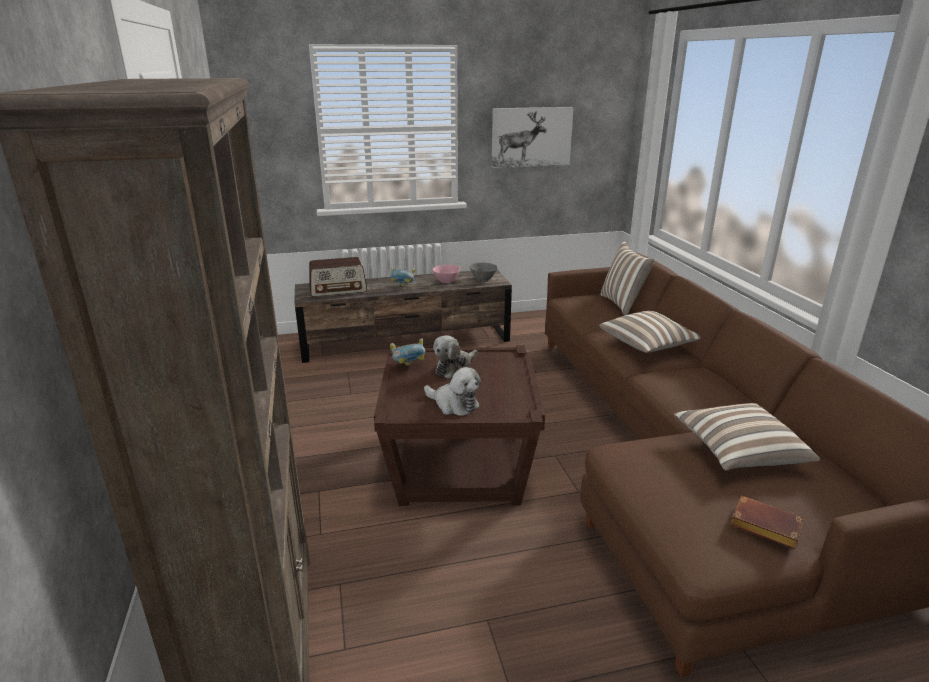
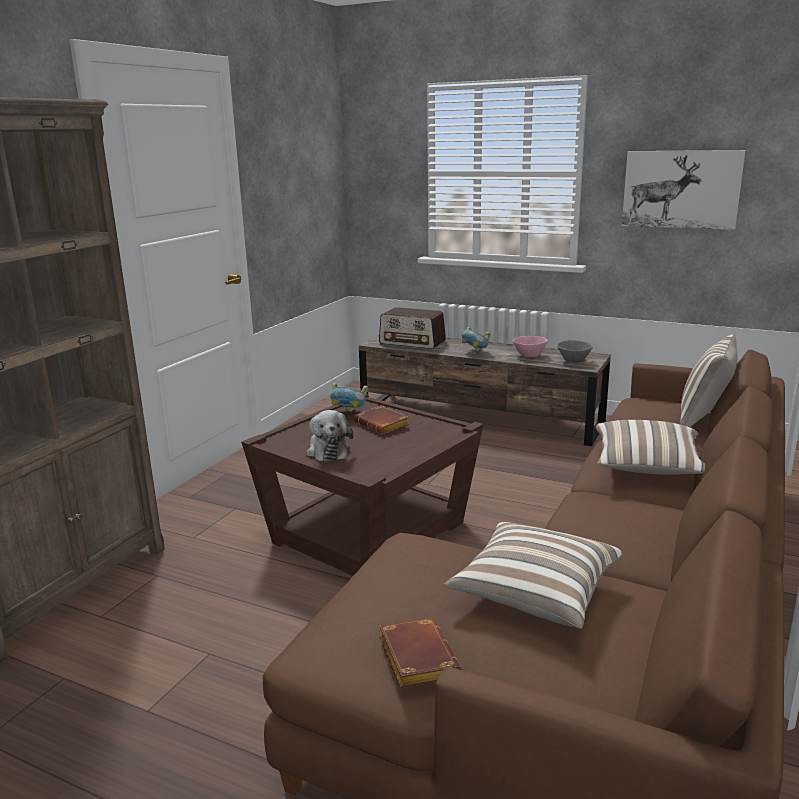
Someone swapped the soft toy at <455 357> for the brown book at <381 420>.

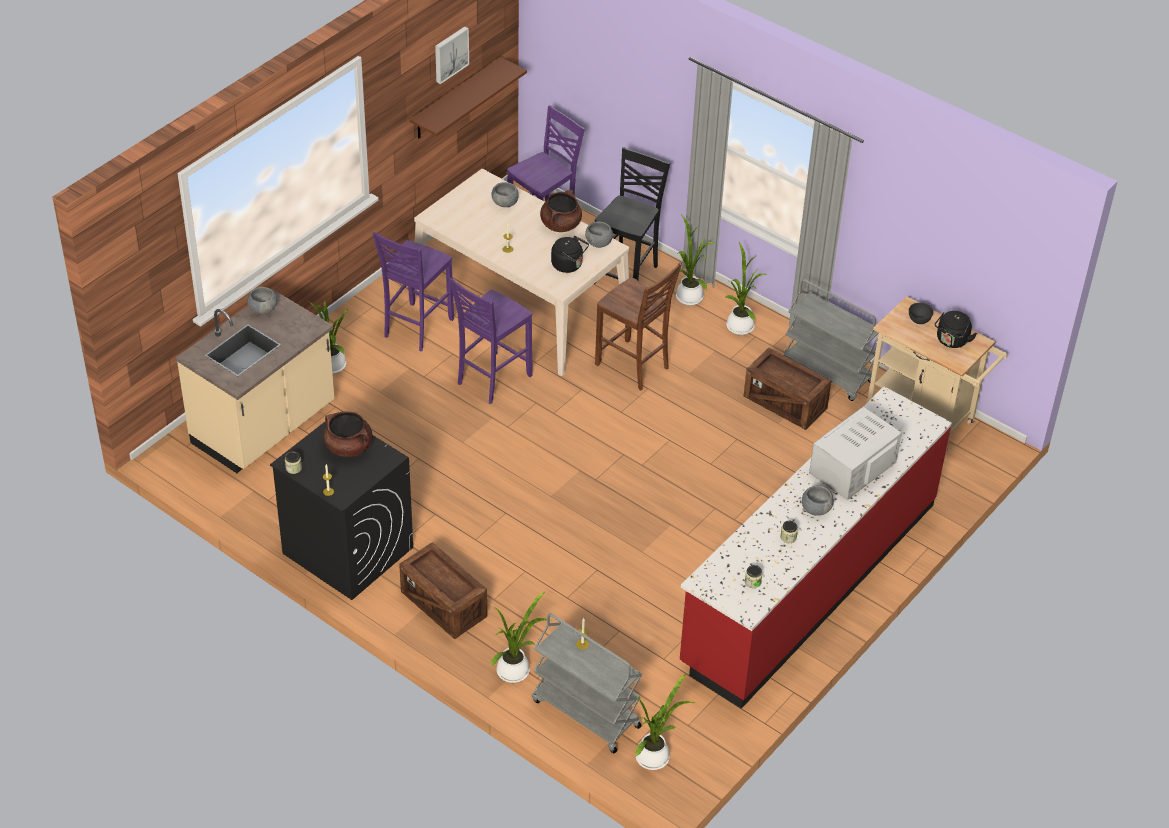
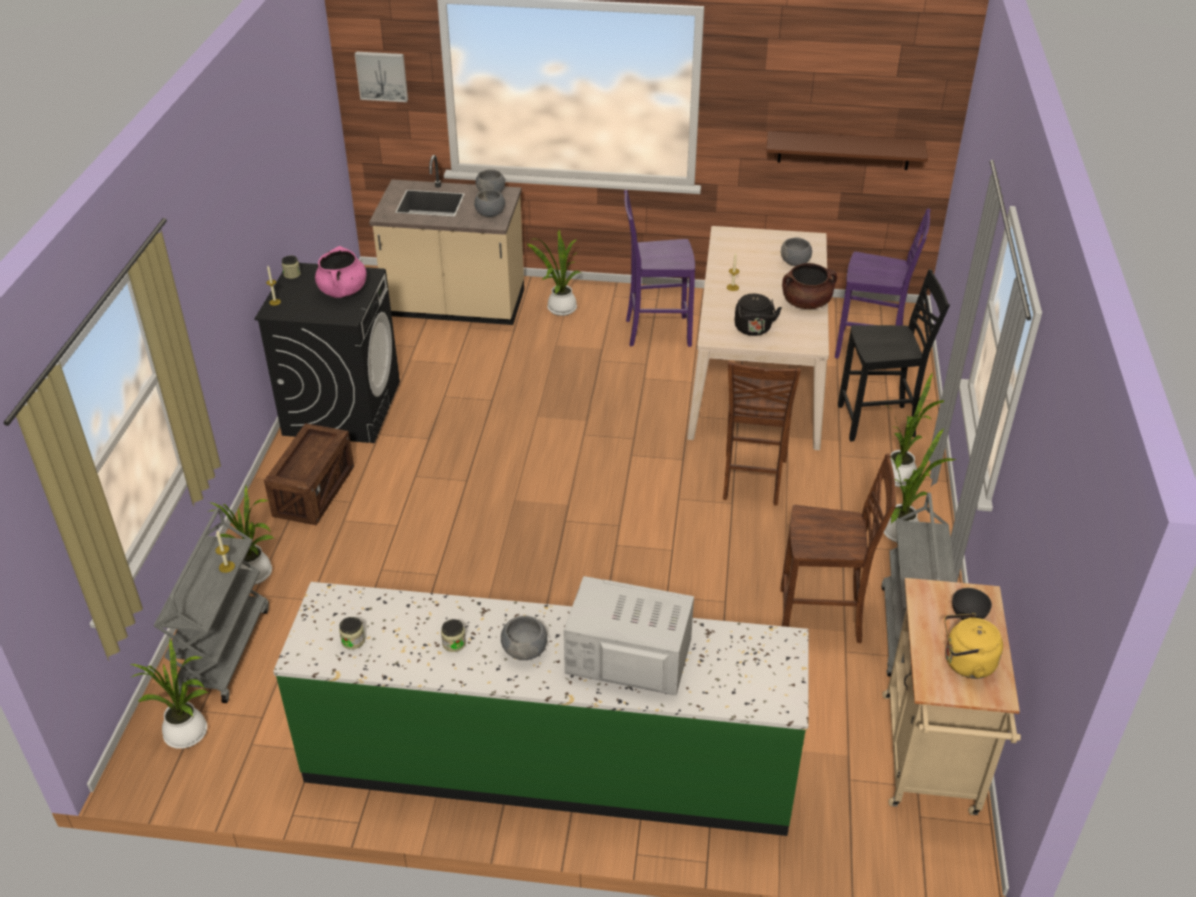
Someone repainted the brown saucepot at <347 434>, which became the pink saucepot at <341 272>.
Someone carried the wall art from <452 55> to <381 77>.
Someone took away the purple-coloured upright chair at <491 341>.
Someone carried the gray deep dish from <599 234> to <489 203>.
Someone repainted the reddish kitchen counter at <816 547>, which became the green-coloured kitchen counter at <541 709>.
Someone swapped the packing crate at <788 389> for the brown upright chair at <838 548>.
Someone repainted the black tea kettle at <956 329>, which became the yellow-coloured tea kettle at <973 646>.

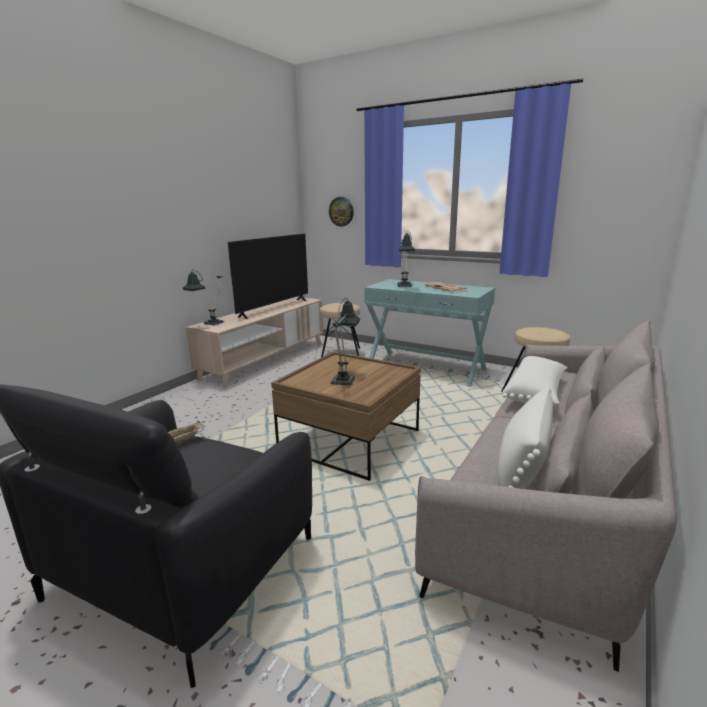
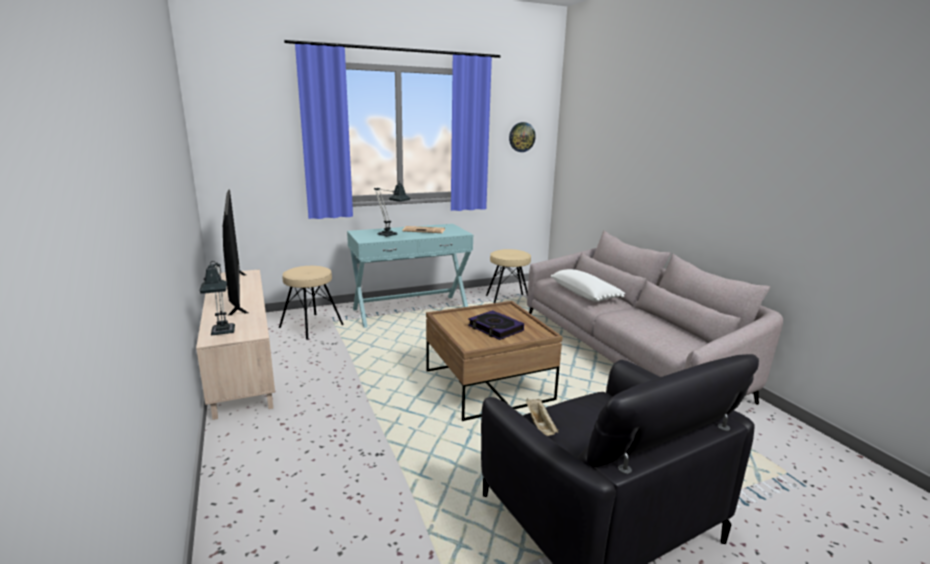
Someone carried the wall clock from <341 211> to <522 137>.
Someone swapped the table lamp at <345 342> for the book at <496 325>.
Someone took away the white cushion at <525 437>.

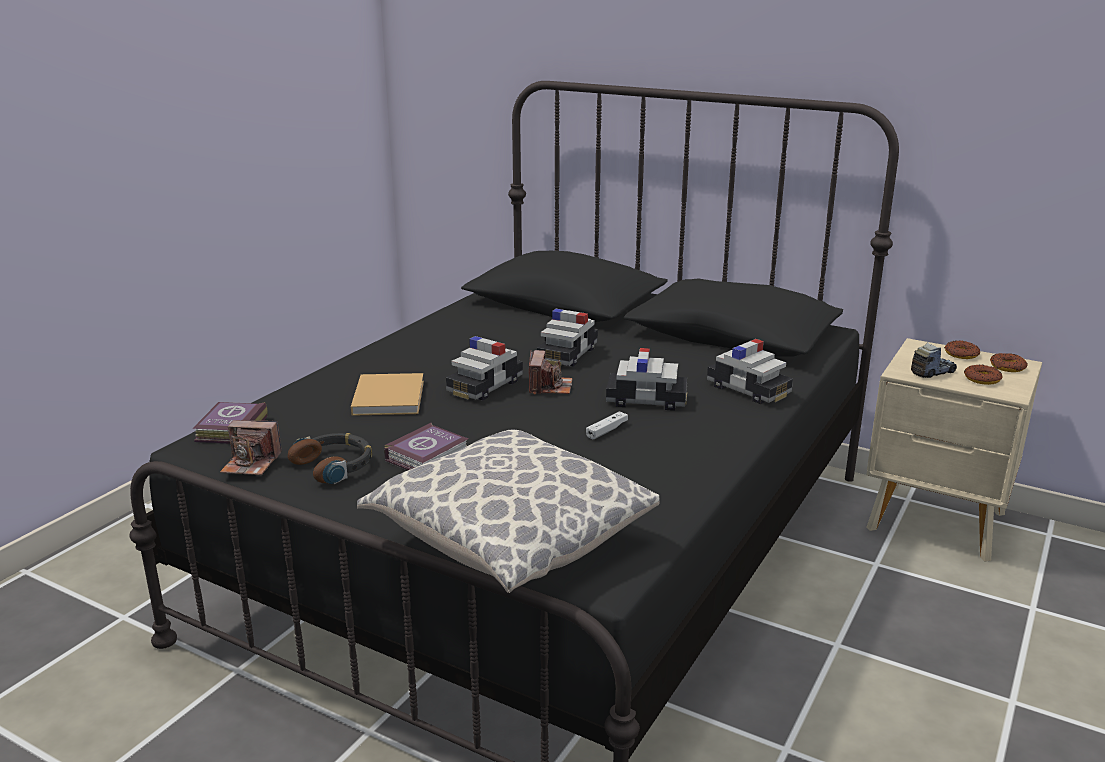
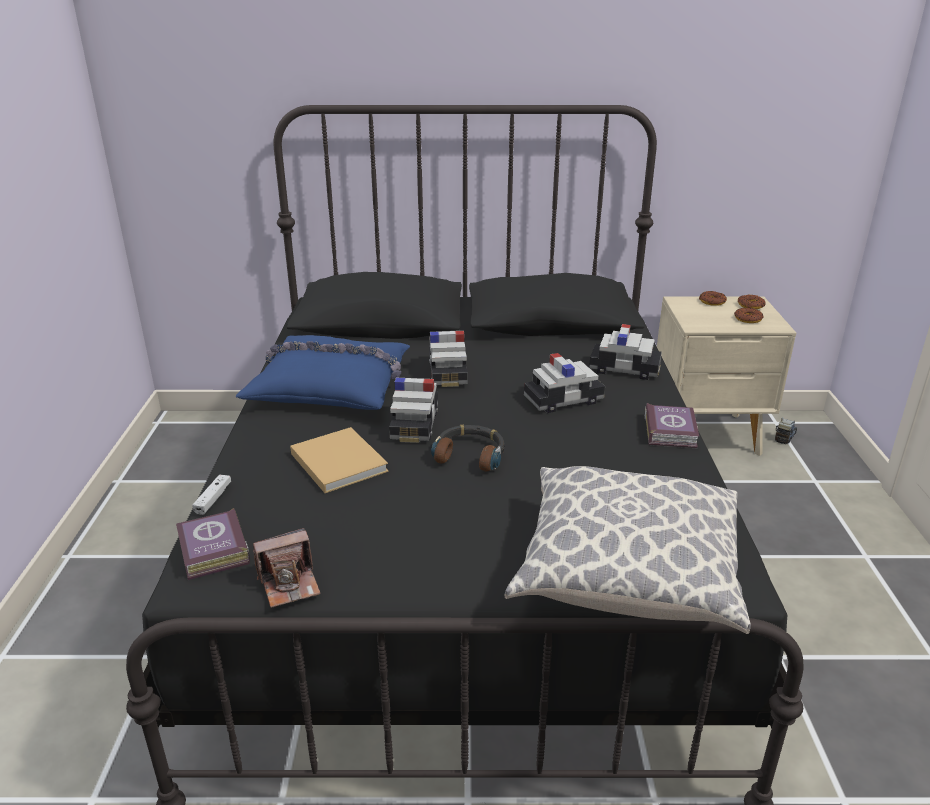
Someone carried the headset from <329 458> to <467 448>.
Someone carried the book from <426 447> to <672 426>.
Someone took away the still camera at <550 372>.
Someone carried the white joypad from <607 425> to <211 494>.
Someone carried the model truck from <934 360> to <786 431>.
Someone put down the blue cushion at <323 372>.

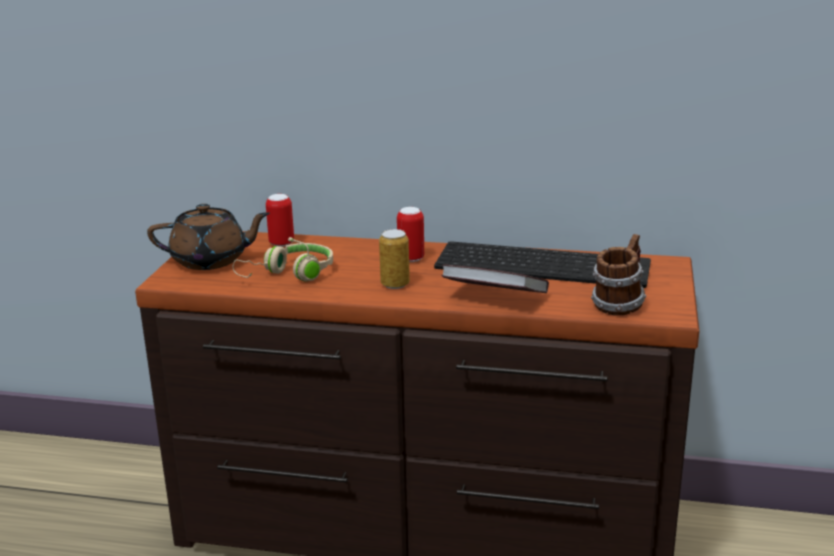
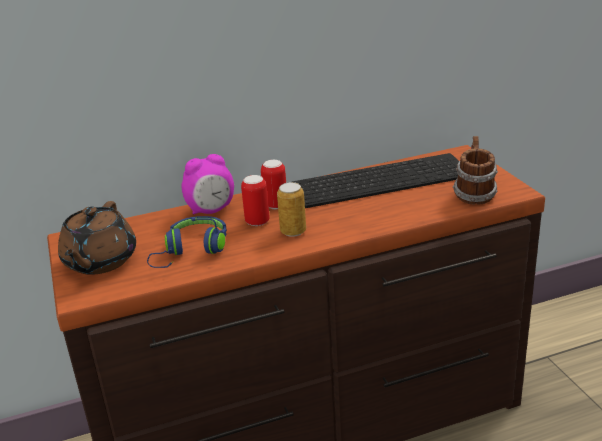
Someone rotated the brown tea pot at <208 237> by 135 degrees clockwise.
Someone repainted the beige headset at <283 259>, which became the blue headset at <187 242>.
Someone carried the metal can from <280 220> to <255 200>.
Someone took away the book at <495 278>.
Someone put down the bedside clock at <208 184>.

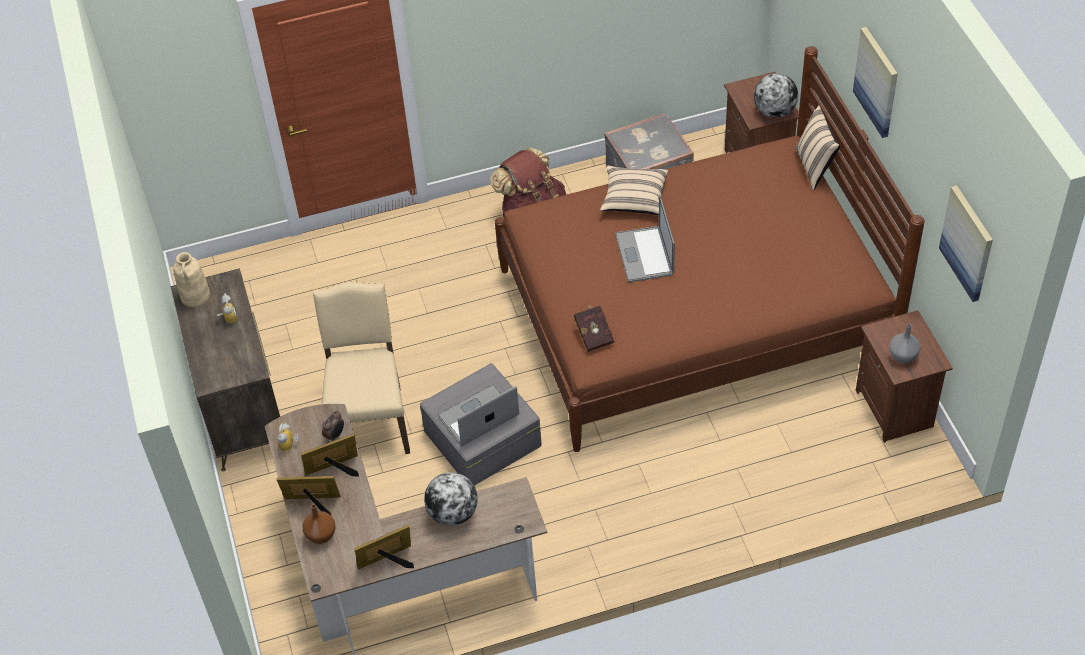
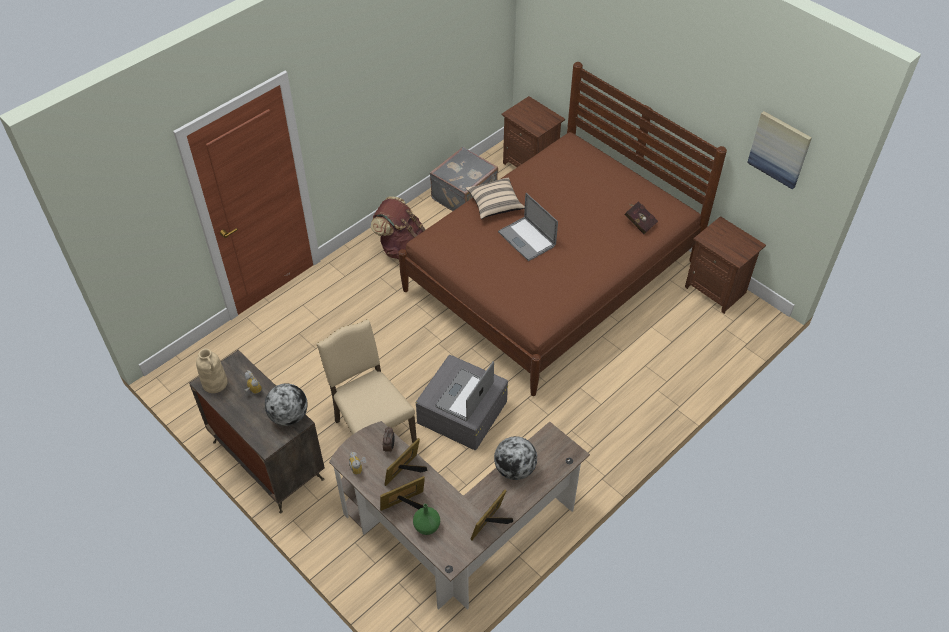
Someone repainted the brown decorative vase at <319 524>, which became the green-coloured decorative vase at <426 519>.
Someone carried the reddish book from <594 328> to <641 217>.
Someone carried the globe from <776 95> to <286 405>.
Someone took away the beige cushion at <817 148>.
Someone took away the wall art at <875 82>.
Someone took away the gray decorative vase at <904 344>.

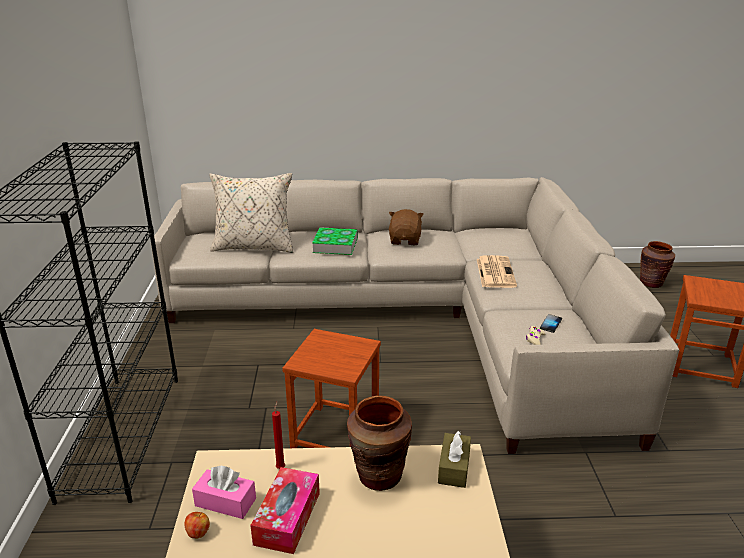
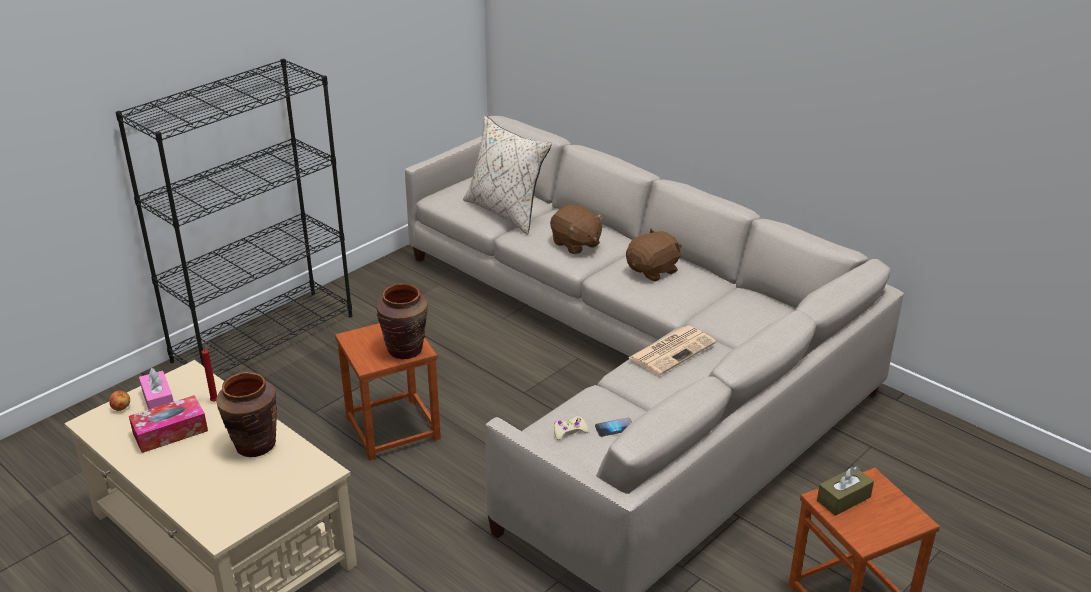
Someone swapped the book at <335 241> for the brown soft toy at <576 229>.
Someone carried the brown box of tissues from <454 459> to <845 491>.
Someone carried the brown decorative vase from <657 264> to <402 321>.

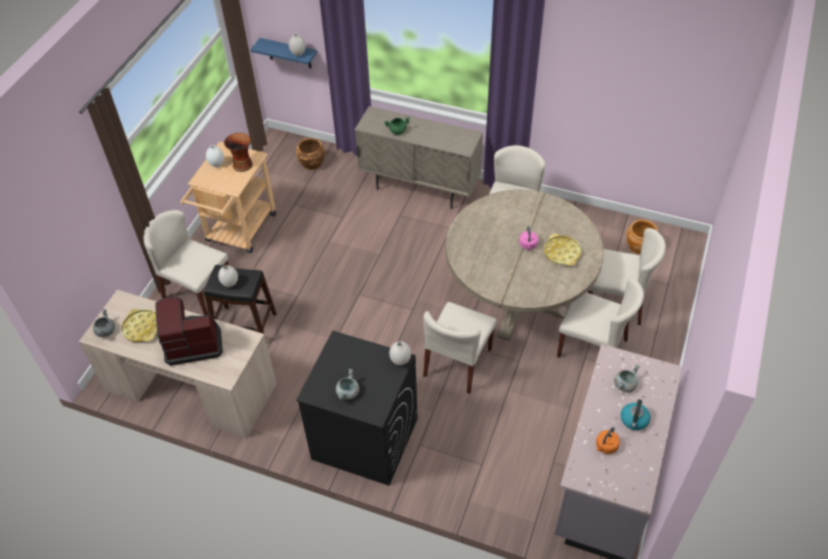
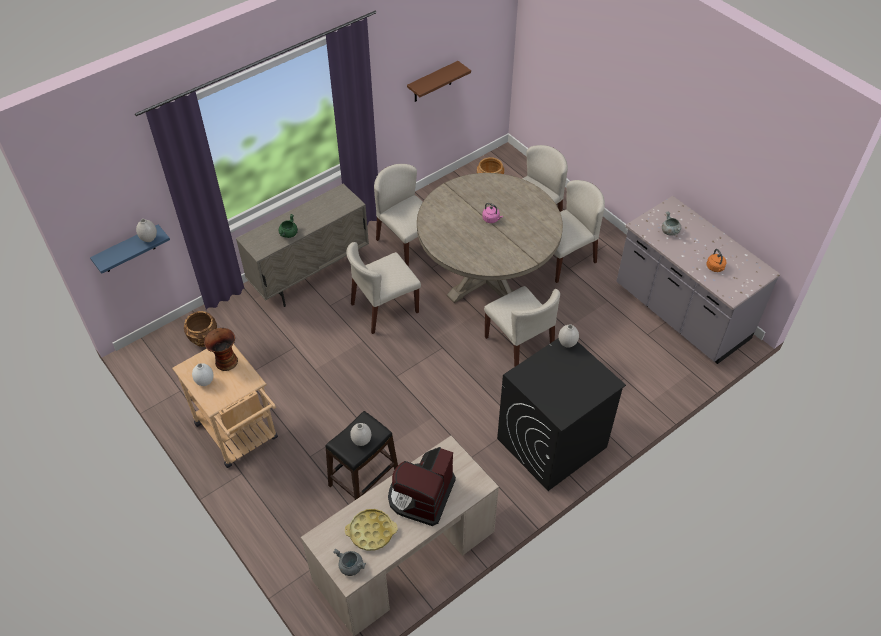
Someone carried the beige upright chair from <186 263> to <383 288>.
Someone took away the gray saucepot at <347 384>.
Someone took away the yellow-coloured serving tray at <563 250>.
Someone took away the tea kettle at <635 414>.
Someone put up the brown bracket shelf at <439 81>.

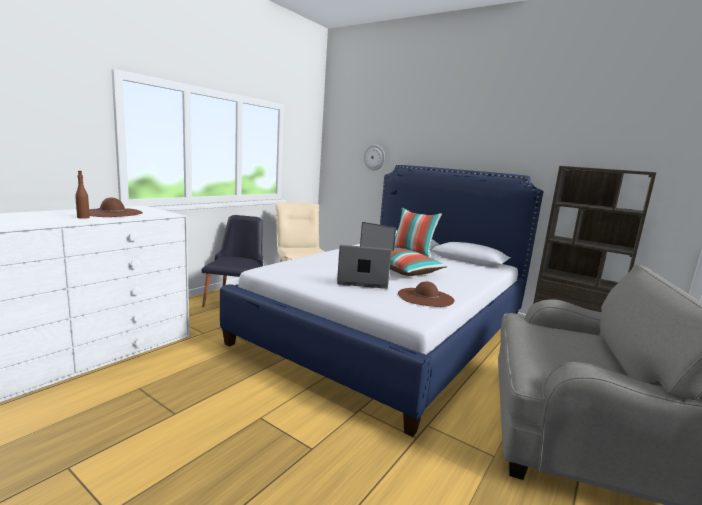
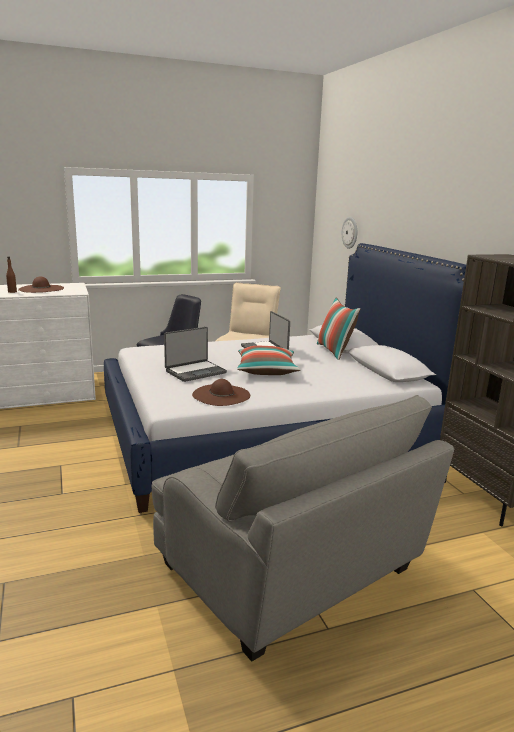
Someone rotated the portable computer at <364 267> by 105 degrees clockwise.

